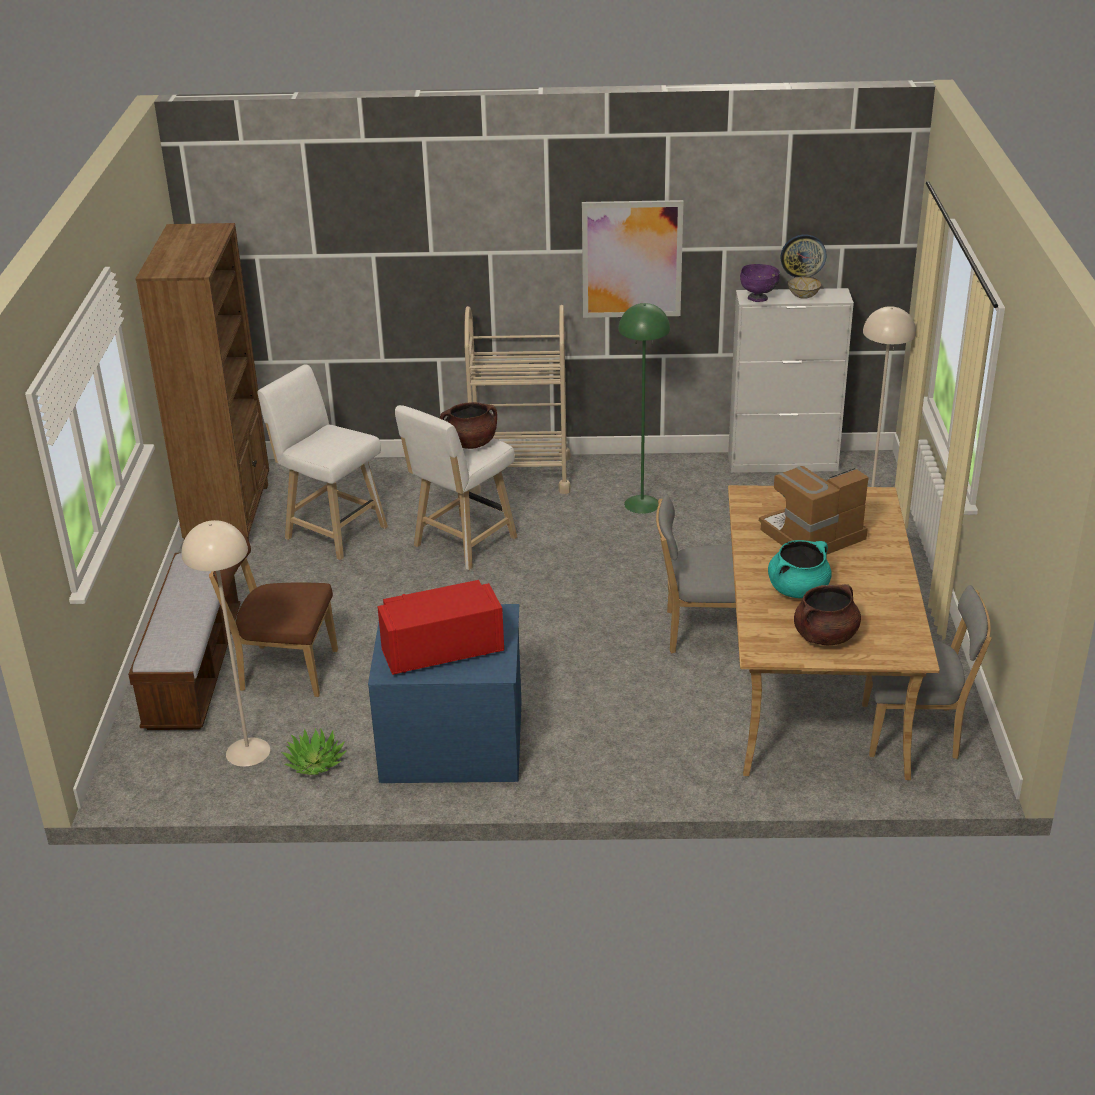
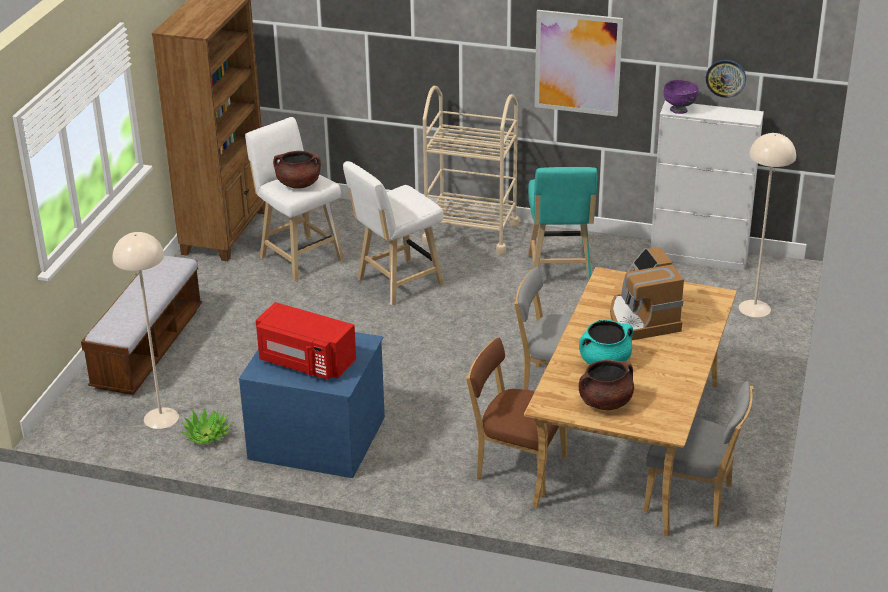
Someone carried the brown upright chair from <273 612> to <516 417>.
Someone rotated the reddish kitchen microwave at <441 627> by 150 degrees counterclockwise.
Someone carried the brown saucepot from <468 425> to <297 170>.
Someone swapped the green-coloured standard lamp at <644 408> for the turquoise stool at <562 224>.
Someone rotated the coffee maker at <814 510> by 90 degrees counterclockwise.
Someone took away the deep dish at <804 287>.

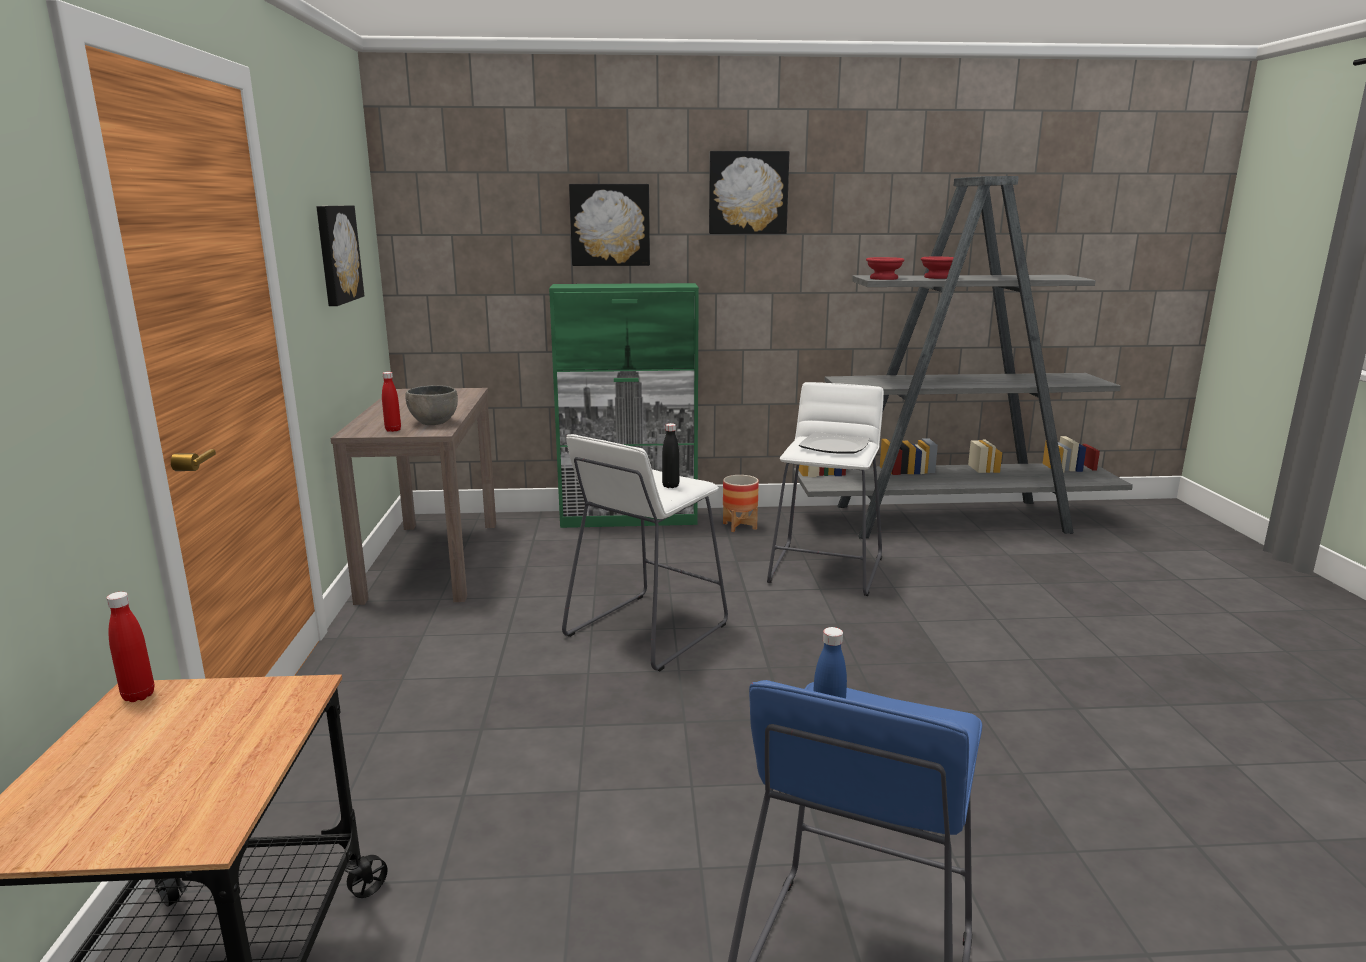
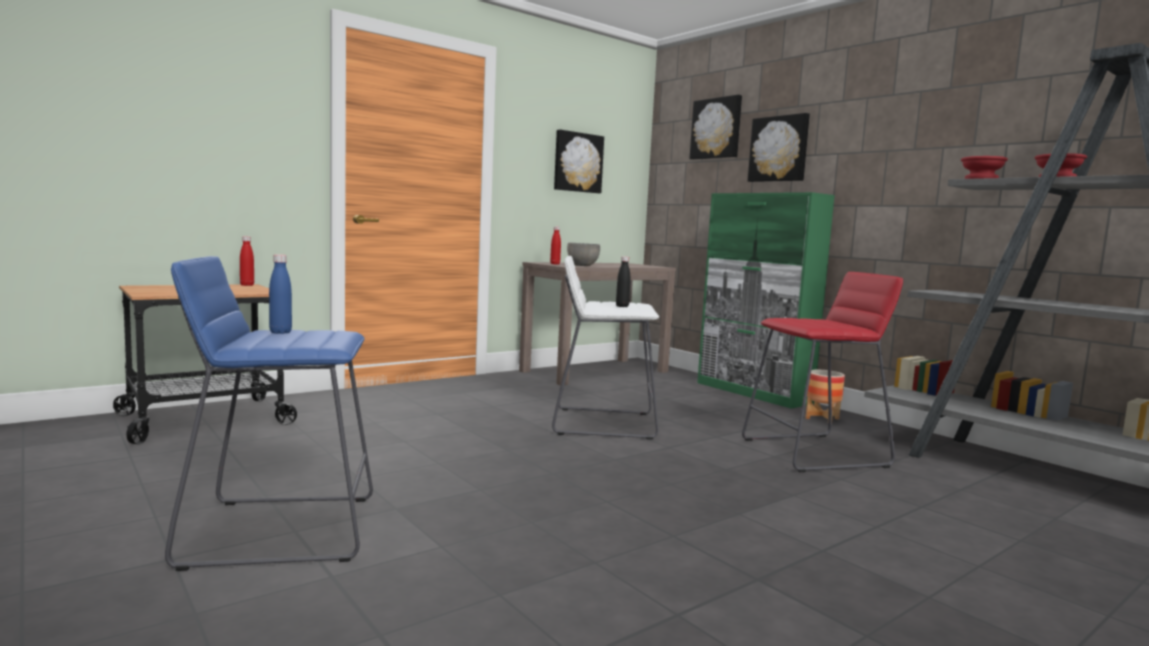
Someone carried the wall art from <749 192> to <715 127>.
Someone repainted the white stool at <825 489>, which became the reddish stool at <822 372>.
Someone took away the plate at <834 443>.

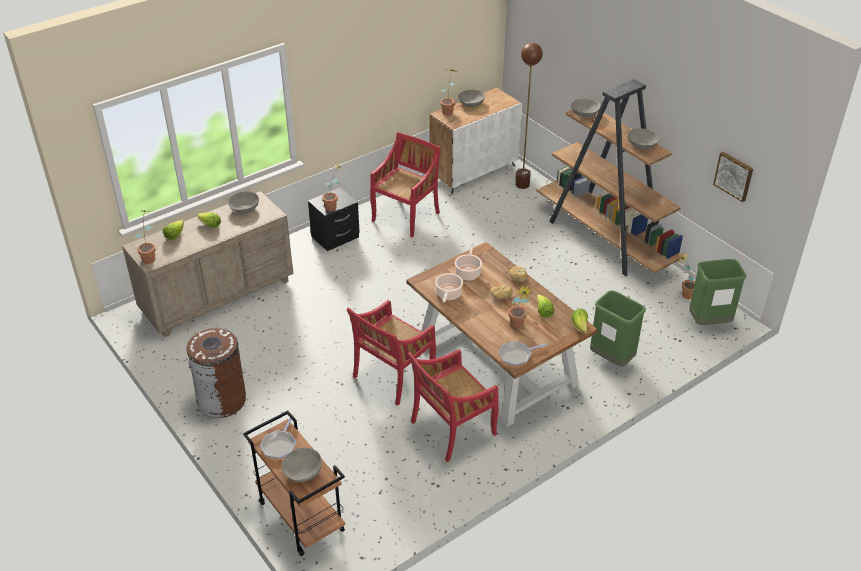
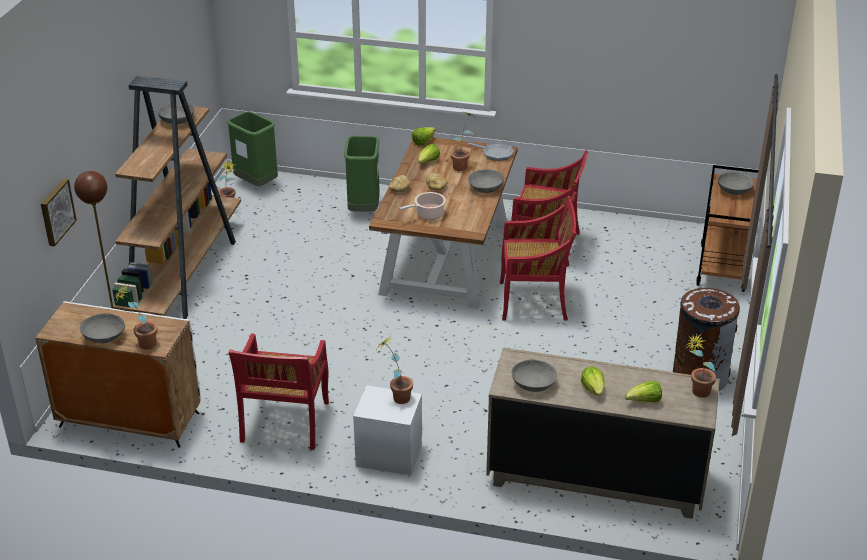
Someone took away the pan at <278 438>.
Someone repainted the black nightstand at <334 219>, which became the white nightstand at <387 430>.
Someone rotated the reddish upright chair at <405 185> by 75 degrees counterclockwise.
Someone took away the saucepot at <449 288>.
Someone carried the gray deep dish from <585 108> to <486 181>.
Someone carried the wall art from <733 177> to <59 212>.

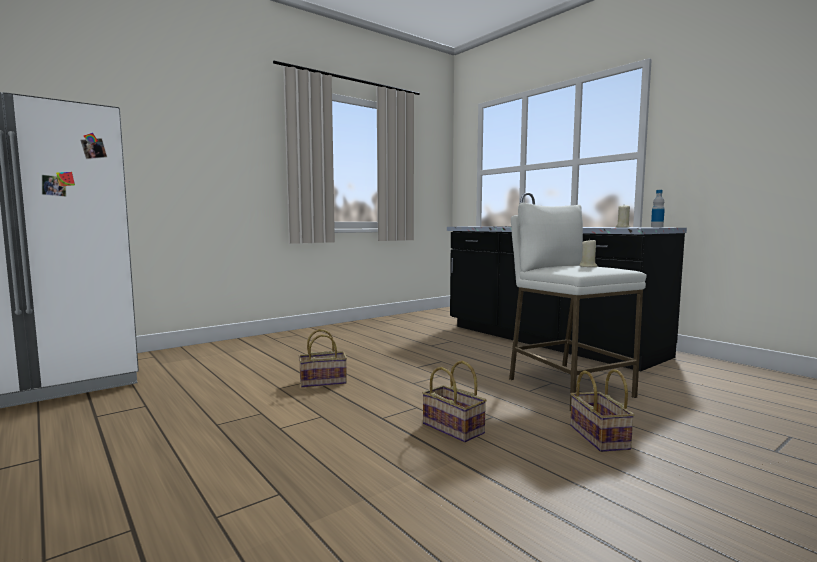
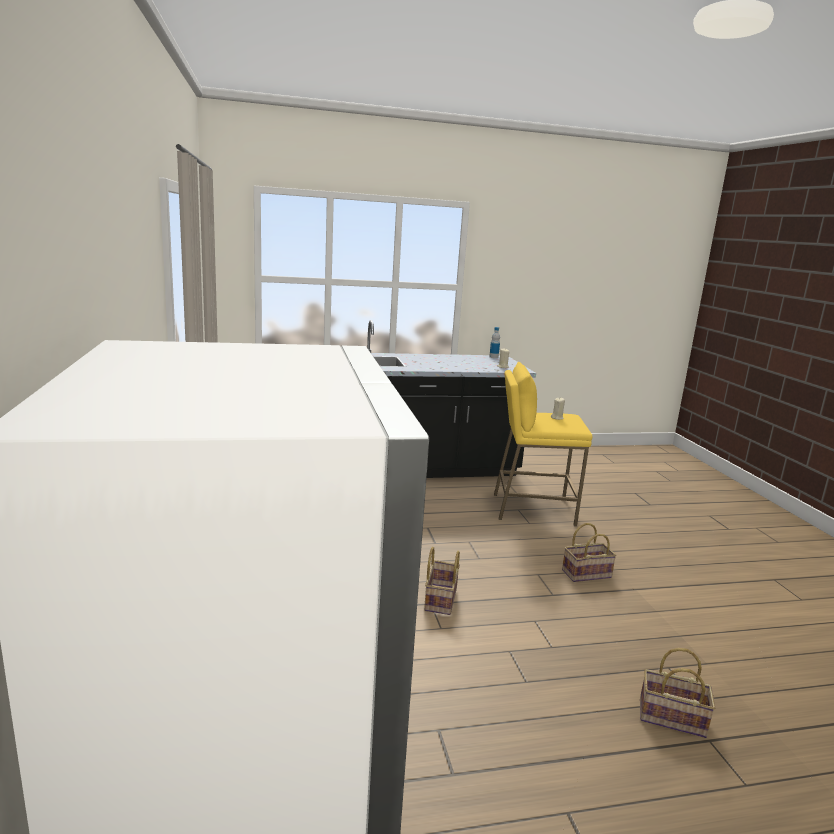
Someone repainted the white stool at <578 307>, which became the yellow-coloured stool at <543 444>.
Someone carried the basket from <602 410> to <677 693>.

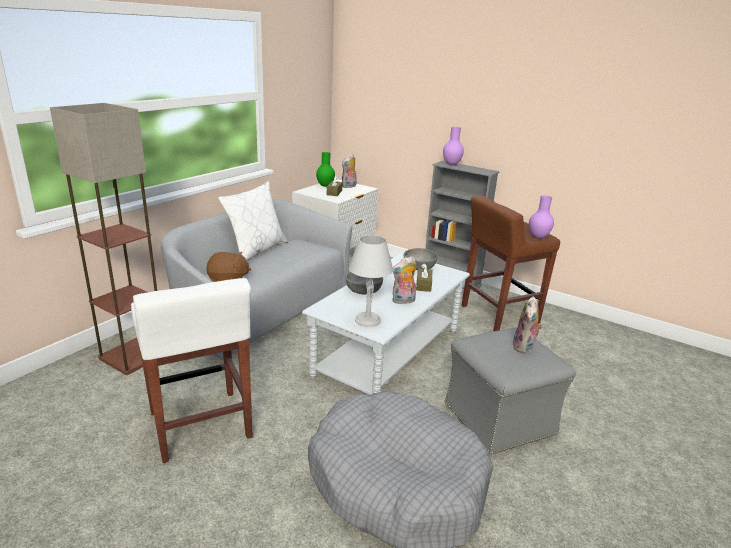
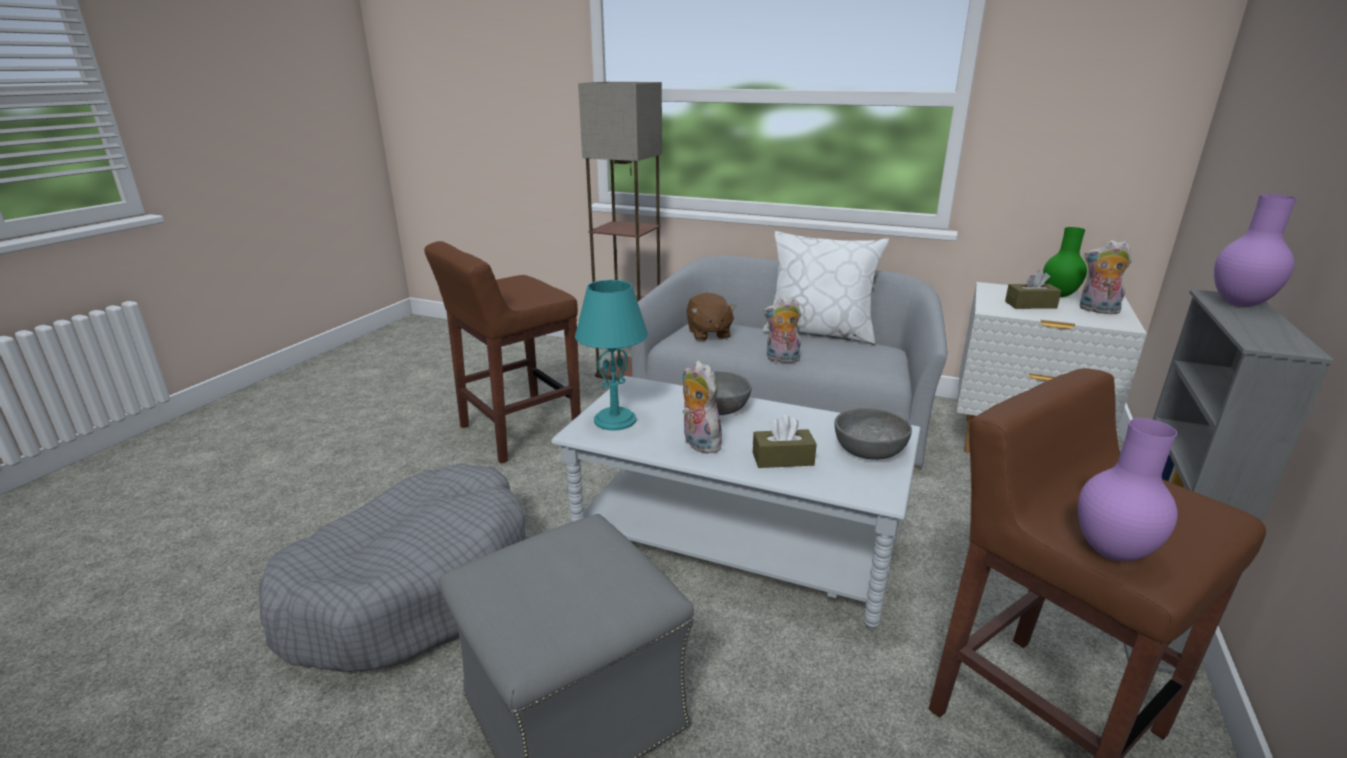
Someone repainted the white stool at <192 370>, which became the brown stool at <502 352>.
Someone repainted the gray table lamp at <371 281>, which became the turquoise table lamp at <611 355>.
Someone carried the soft toy from <527 324> to <782 330>.

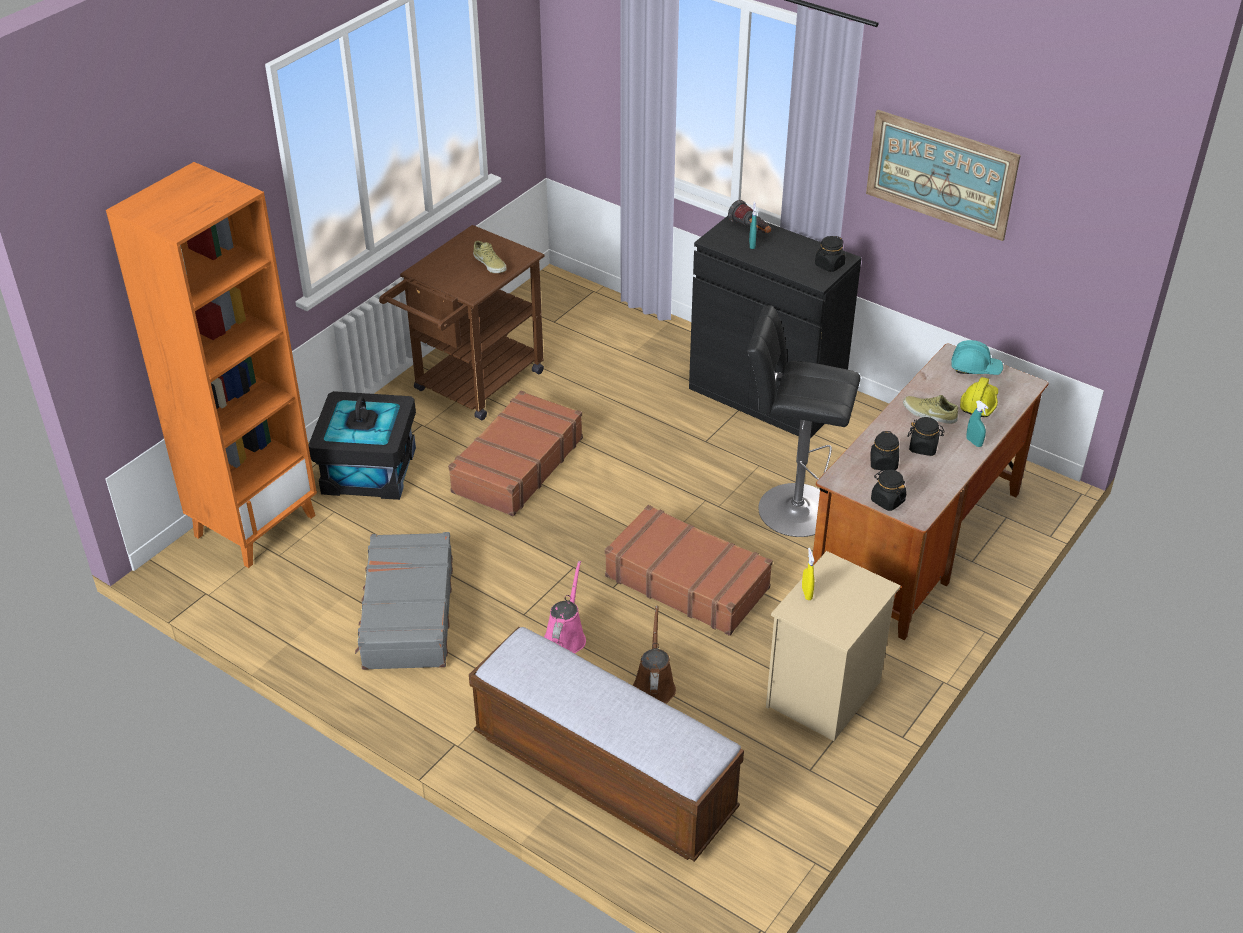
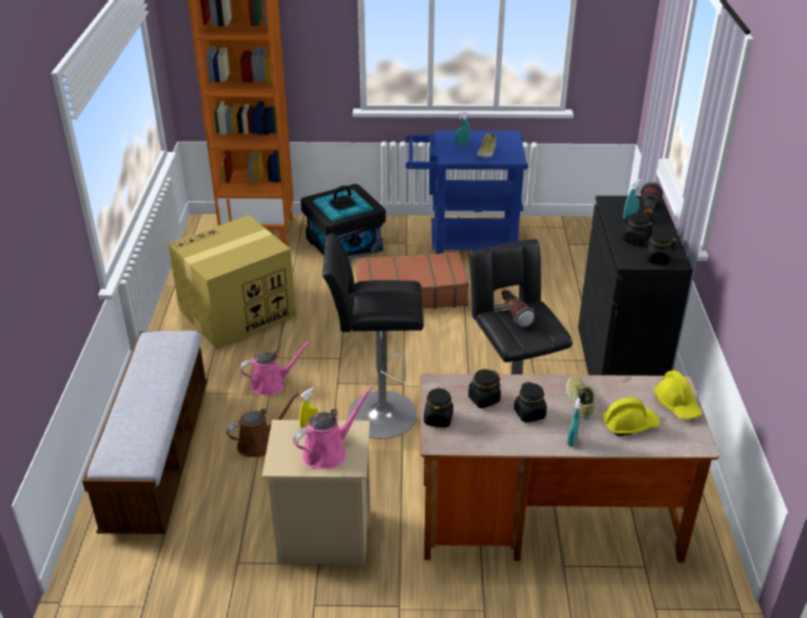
Someone swapped the gray piece of luggage at <404 601> for the carton at <232 282>.
Someone repainted the brown wheeled cart at <462 322>, which became the blue wheeled cart at <466 192>.
Someone swapped the brown piece of luggage at <689 570> for the black stool at <373 336>.
Someone took away the wall art at <943 175>.
Someone repainted the turquoise hard hat at <977 357>, which became the yellow-coloured hard hat at <677 394>.
Someone put down the pink watering can at <333 427>.
Someone put down the turquoise sprayer at <463 129>.
Someone put down the hand torch at <519 309>.
Someone put down the black storage jar at <638 229>.

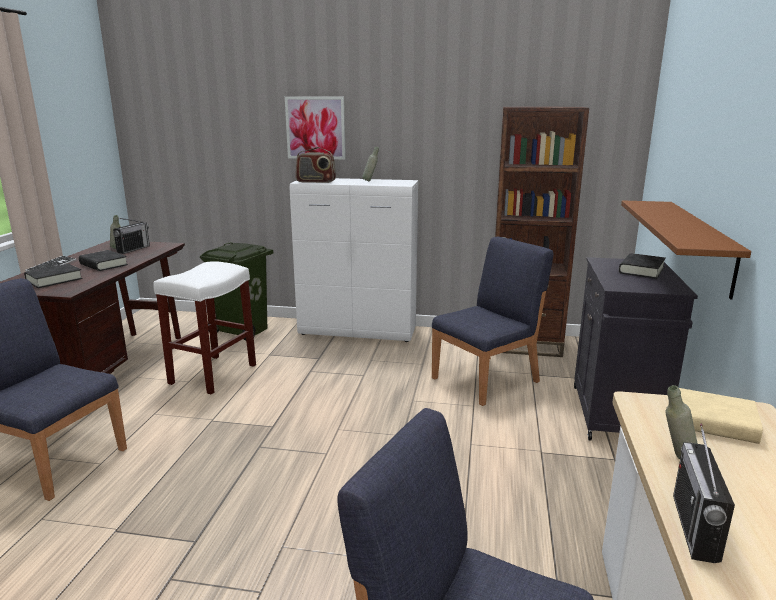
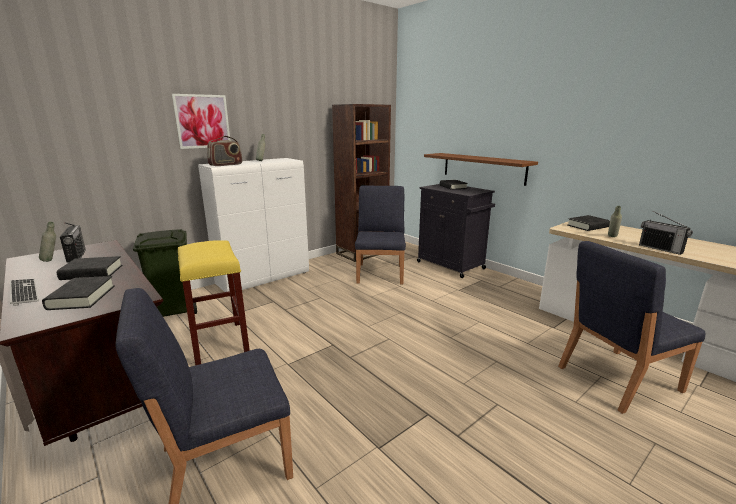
Someone repainted the white stool at <204 328>, which became the yellow-coloured stool at <214 303>.
Someone repainted the beige book at <721 416>, which became the black book at <589 223>.

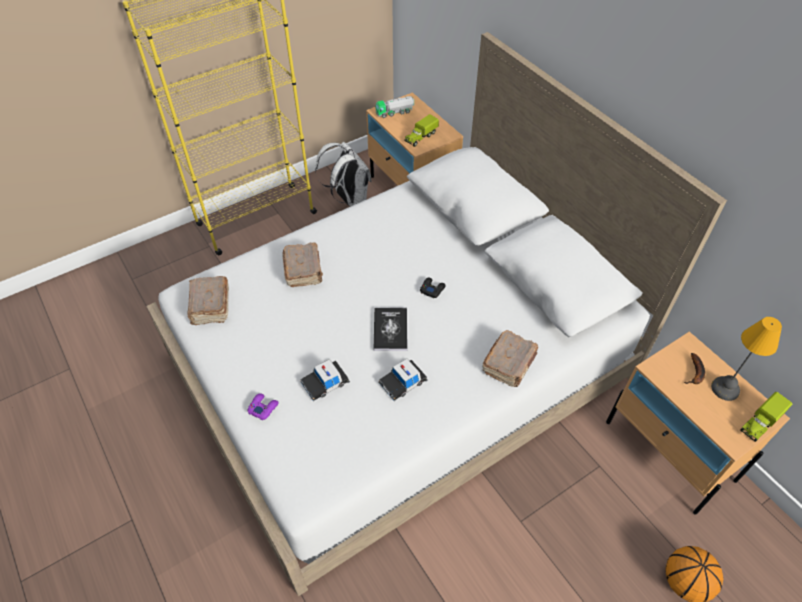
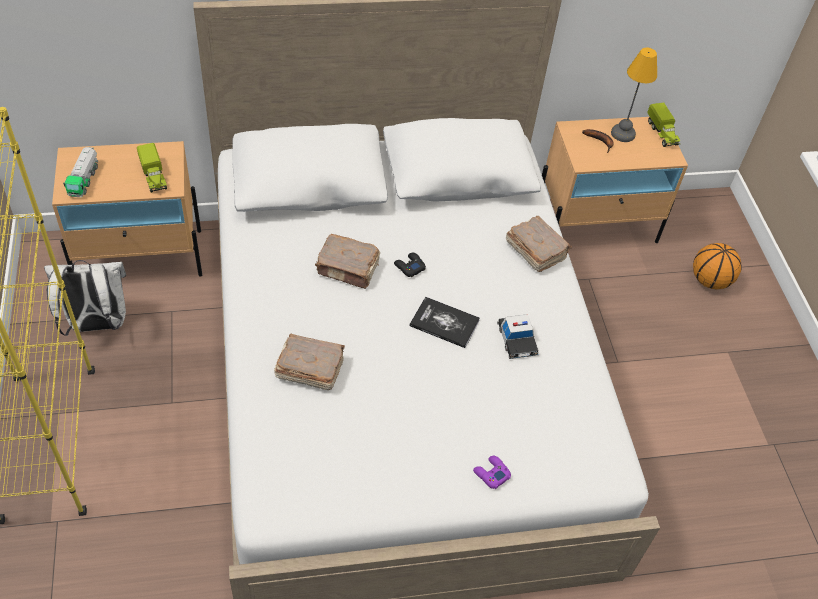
Someone carried the brown book from <208 300> to <347 261>.
Someone took away the model car at <325 380>.

